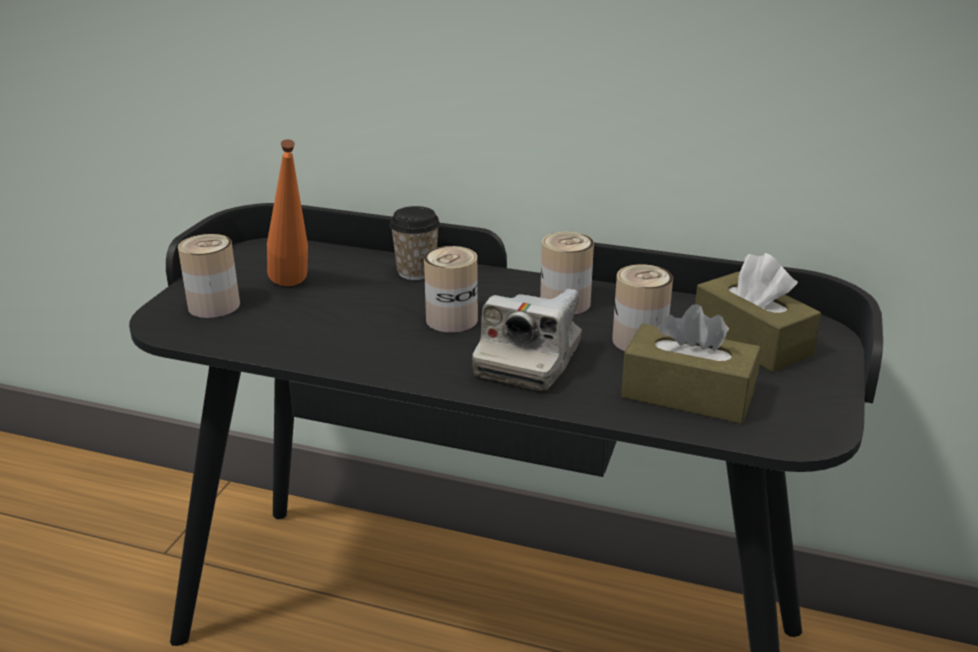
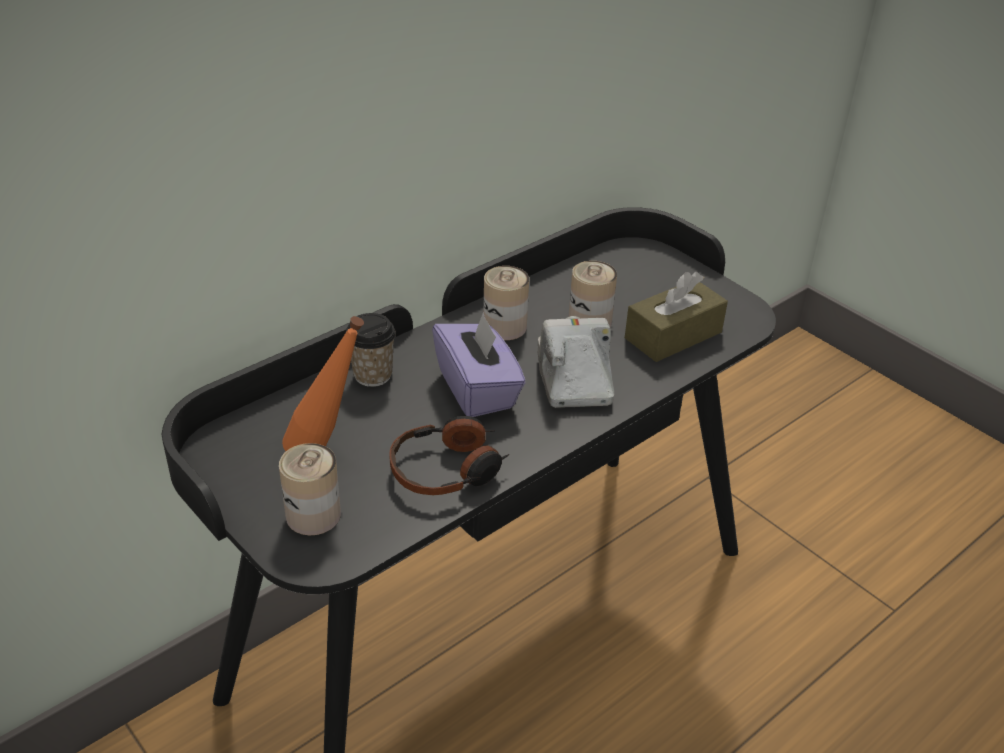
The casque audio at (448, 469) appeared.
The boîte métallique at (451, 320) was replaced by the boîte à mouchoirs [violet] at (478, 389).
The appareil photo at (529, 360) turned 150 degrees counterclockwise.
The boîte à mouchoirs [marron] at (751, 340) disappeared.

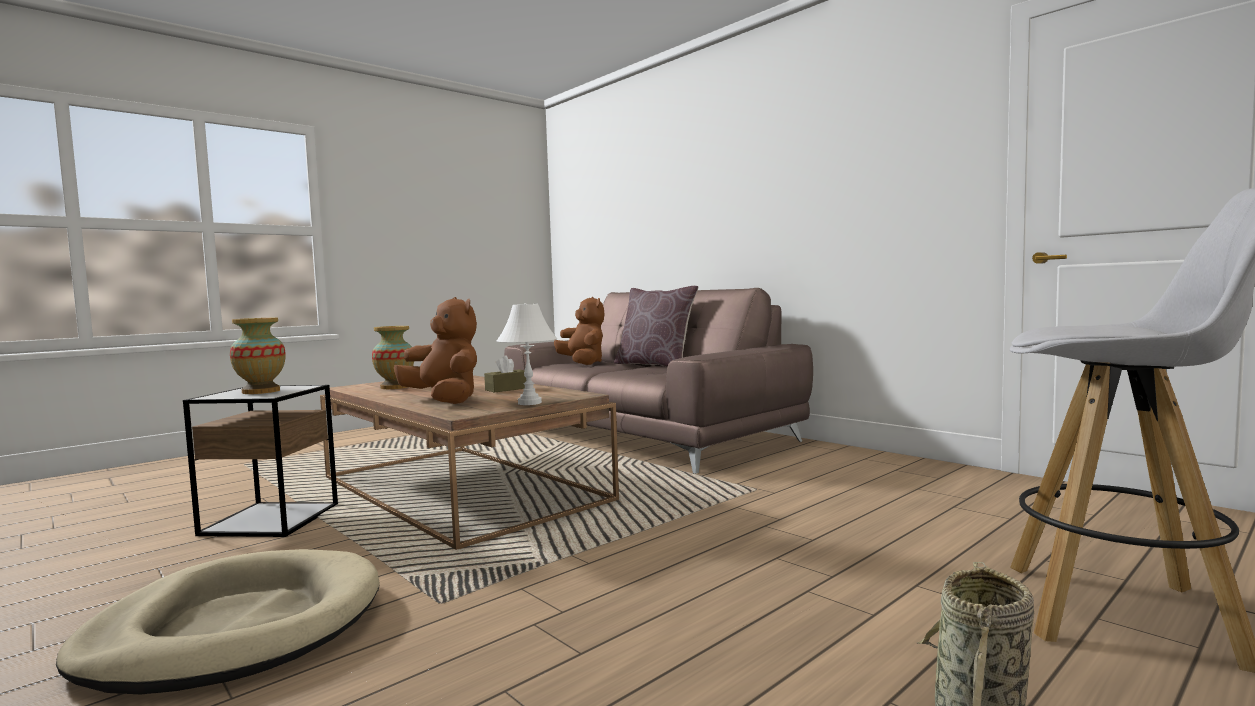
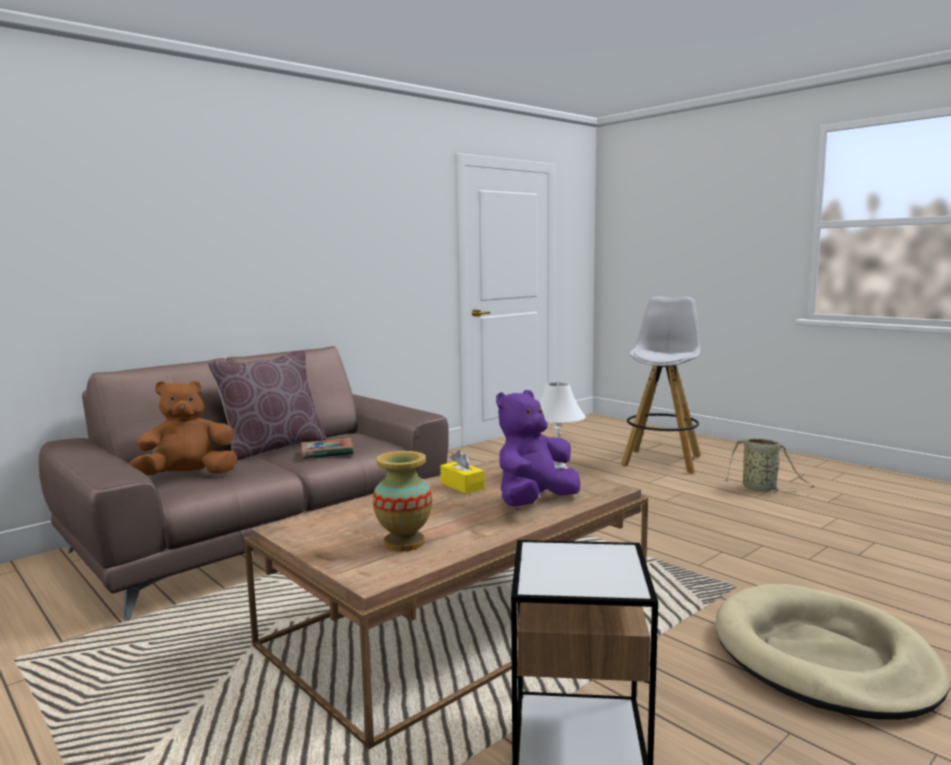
The livre at (327, 452) appeared.
The boîte à mouchoirs [marron] at (507, 389) became the boîte à mouchoirs [jaune] at (462, 486).
The peluche [marron] at (444, 400) became the peluche [violet] at (534, 502).
The vase at (261, 391) disappeared.

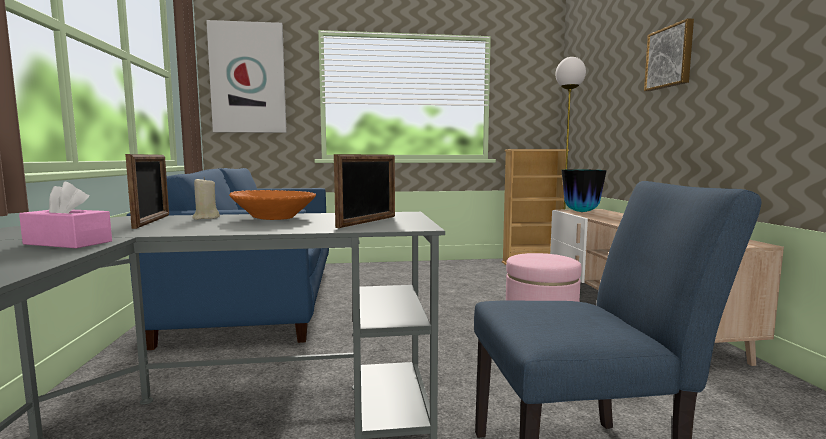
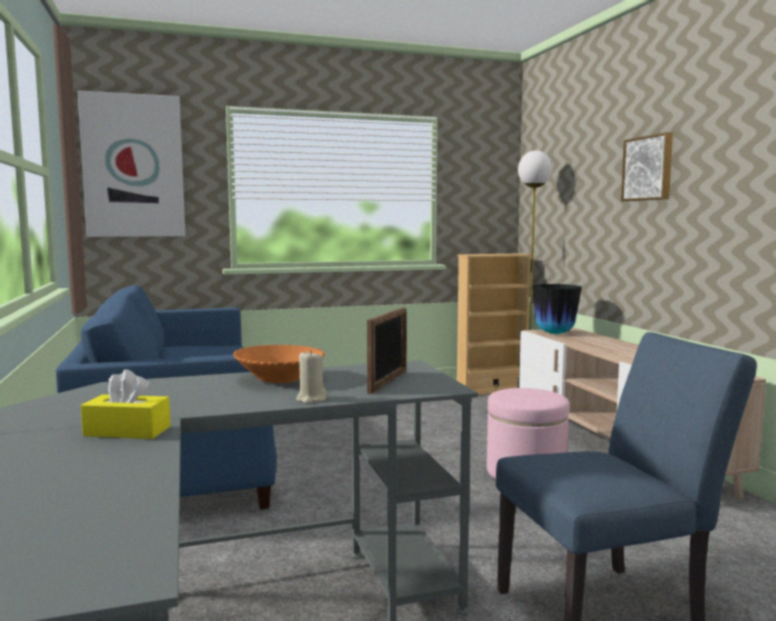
The boîte à mouchoirs [rose] at (68, 243) became the boîte à mouchoirs [jaune] at (127, 431).
The bougie [beige] moved from (206, 218) to (311, 399).
The cadre photo at (152, 221) disappeared.

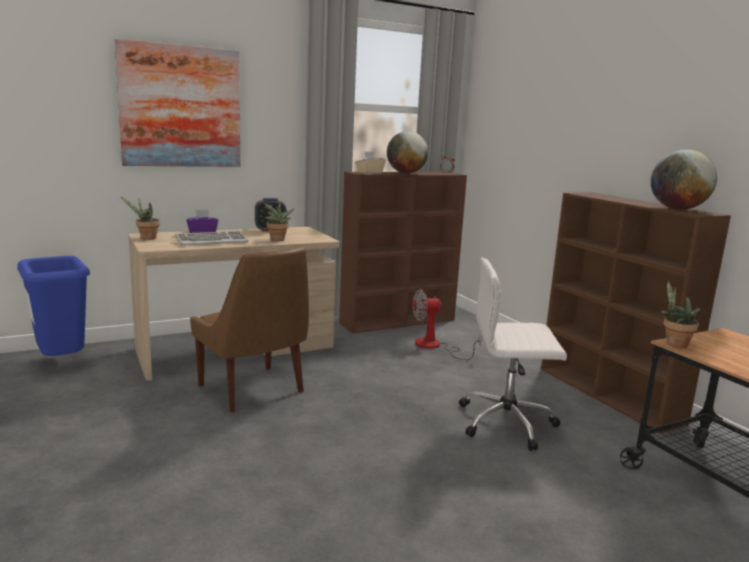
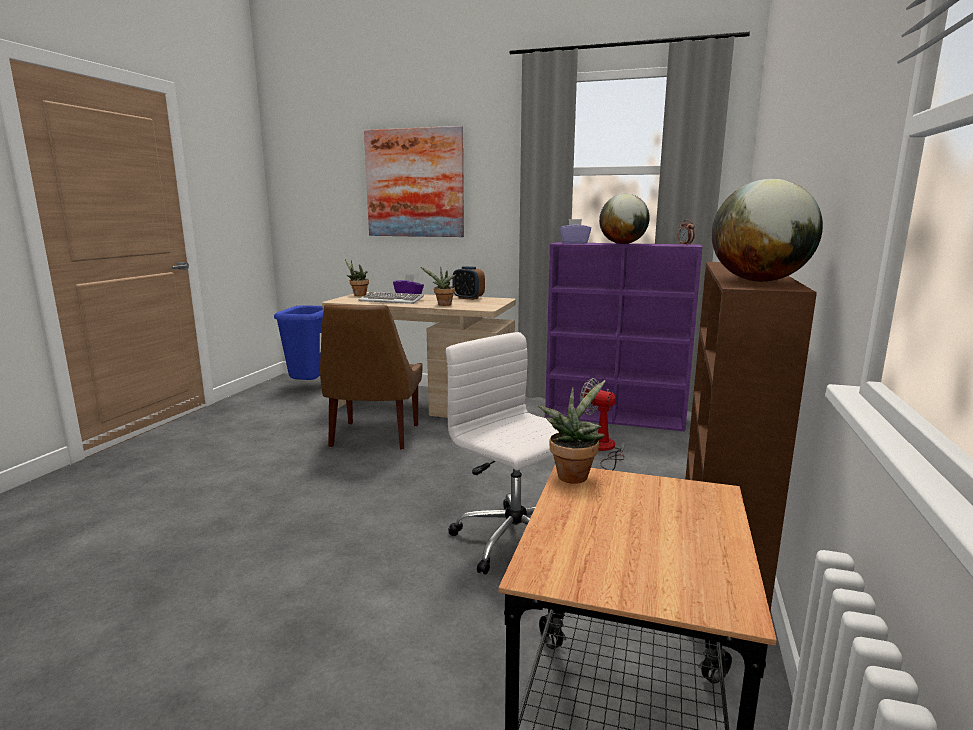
The bibliothèque [marron] at (399, 321) became the bibliothèque [violet] at (616, 418).
The boîte à mouchoirs [beige] at (369, 173) became the boîte à mouchoirs [violet] at (574, 243).

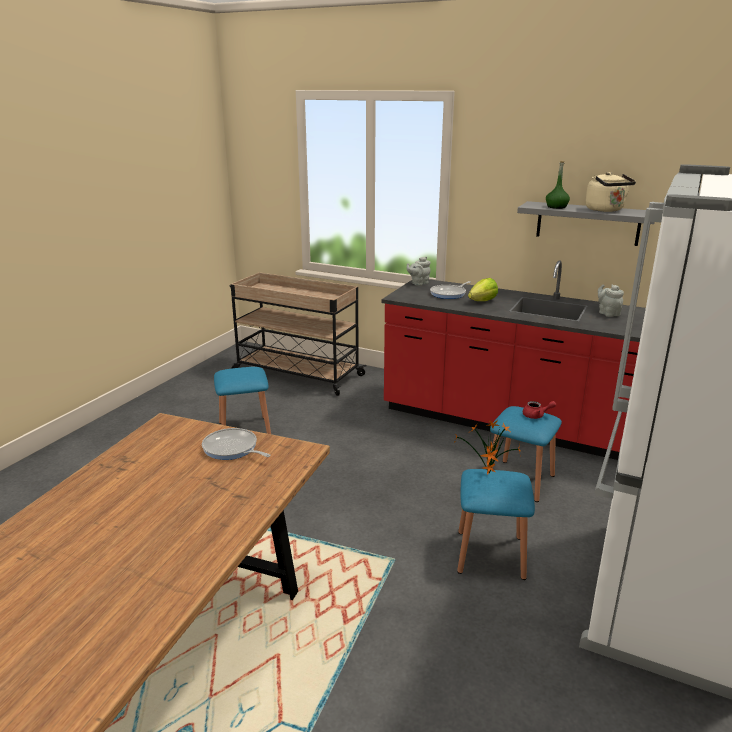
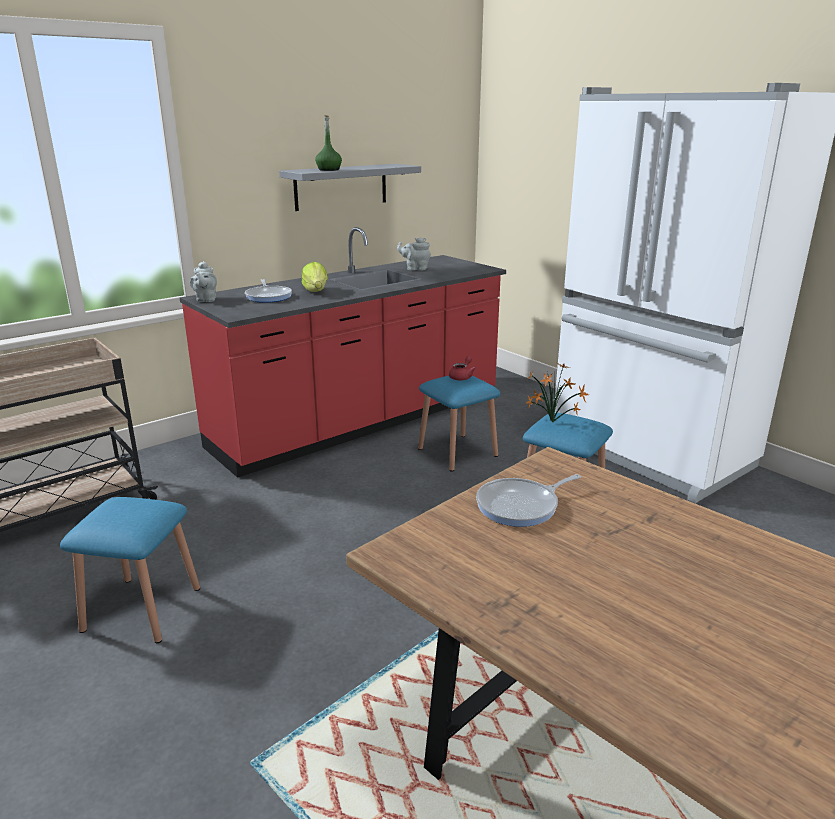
The bouilloire [beige] at (606, 210) disappeared.

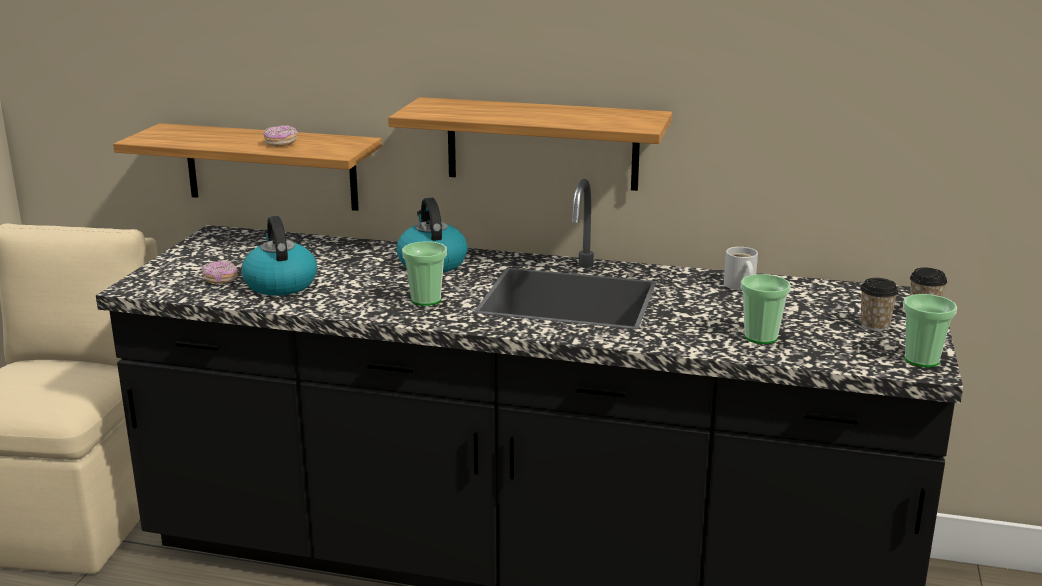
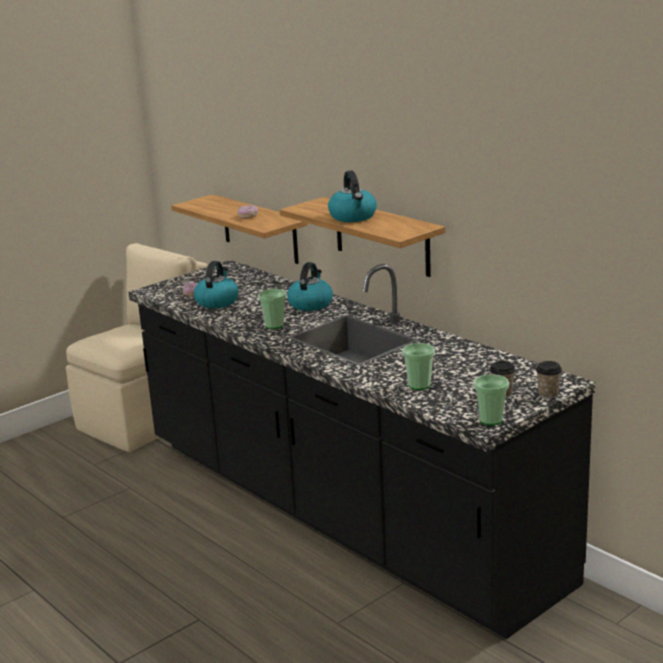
The bouilloire at (353, 217) appeared.
The mug [blanc] at (739, 286) disappeared.

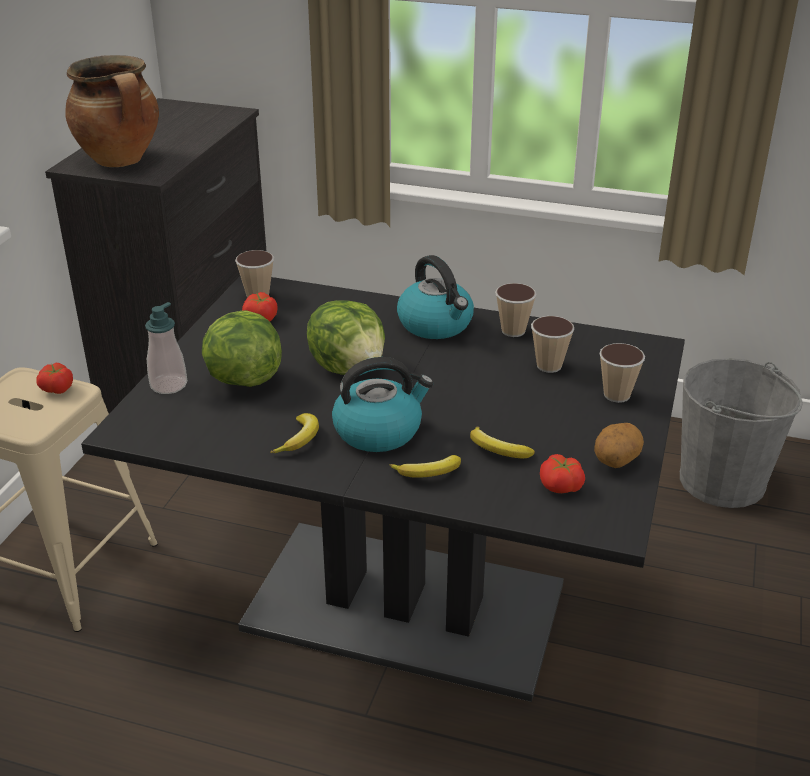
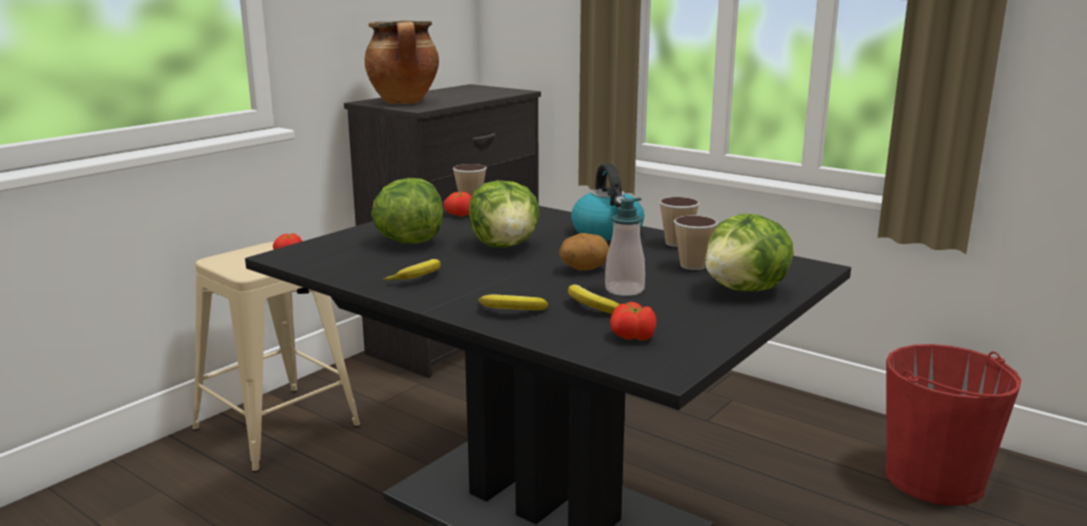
The pomme de terre moved from (615, 461) to (584, 269).
The distributeur de savon moved from (168, 385) to (624, 290).
The tasse at (616, 395) was replaced by the laitue at (746, 290).
The seau [gris] at (723, 481) became the seau [rouge] at (935, 479).
The bouilloire at (379, 431) disappeared.

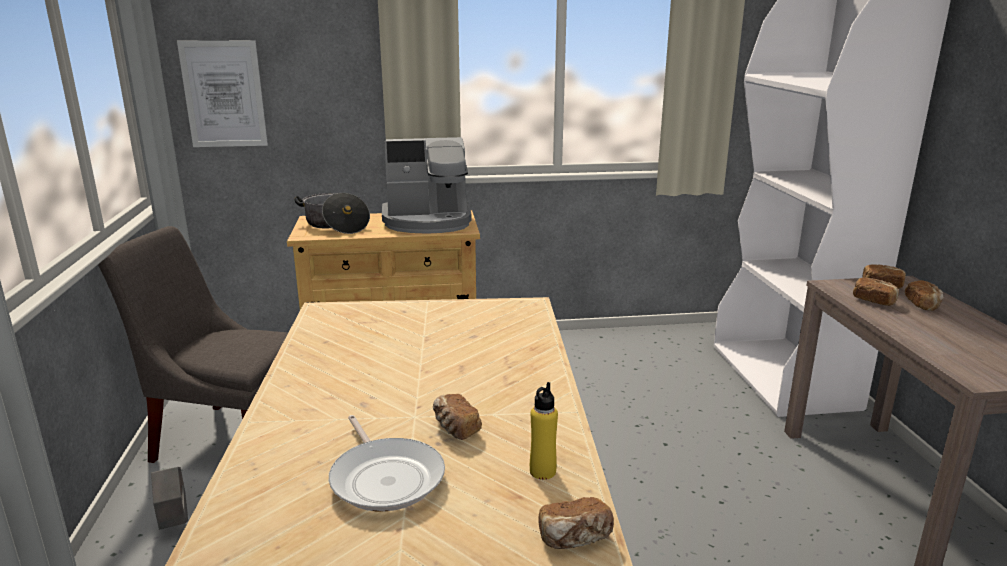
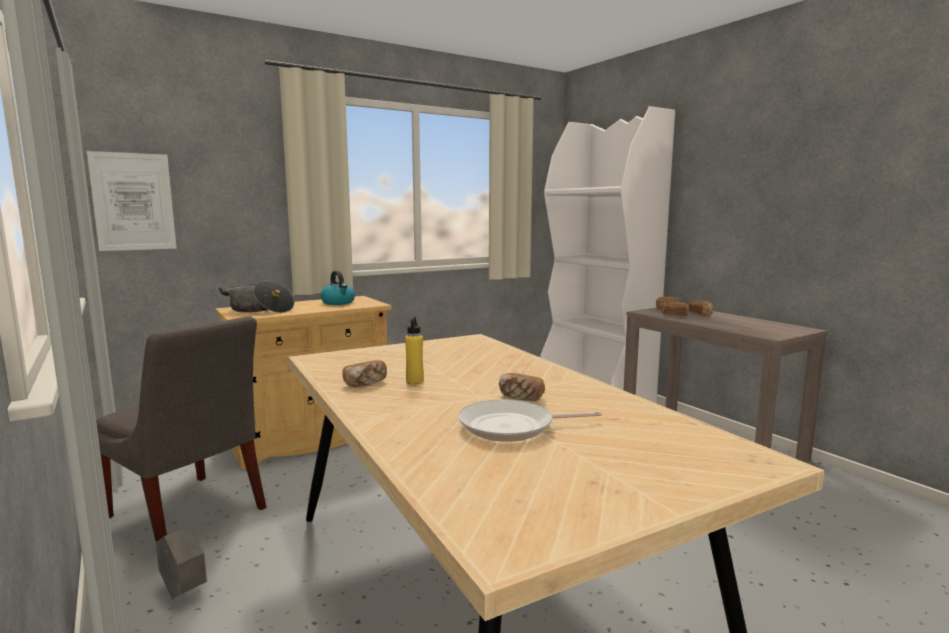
The chaise [gris] at (229, 439) turned 135 degrees counterclockwise.
The machine à café at (428, 221) was replaced by the bouilloire at (338, 302).
The pain moved from (575, 538) to (365, 383).
The bouteille [jaune] moved from (542, 471) to (414, 381).
The poêle at (386, 477) turned 135 degrees clockwise.

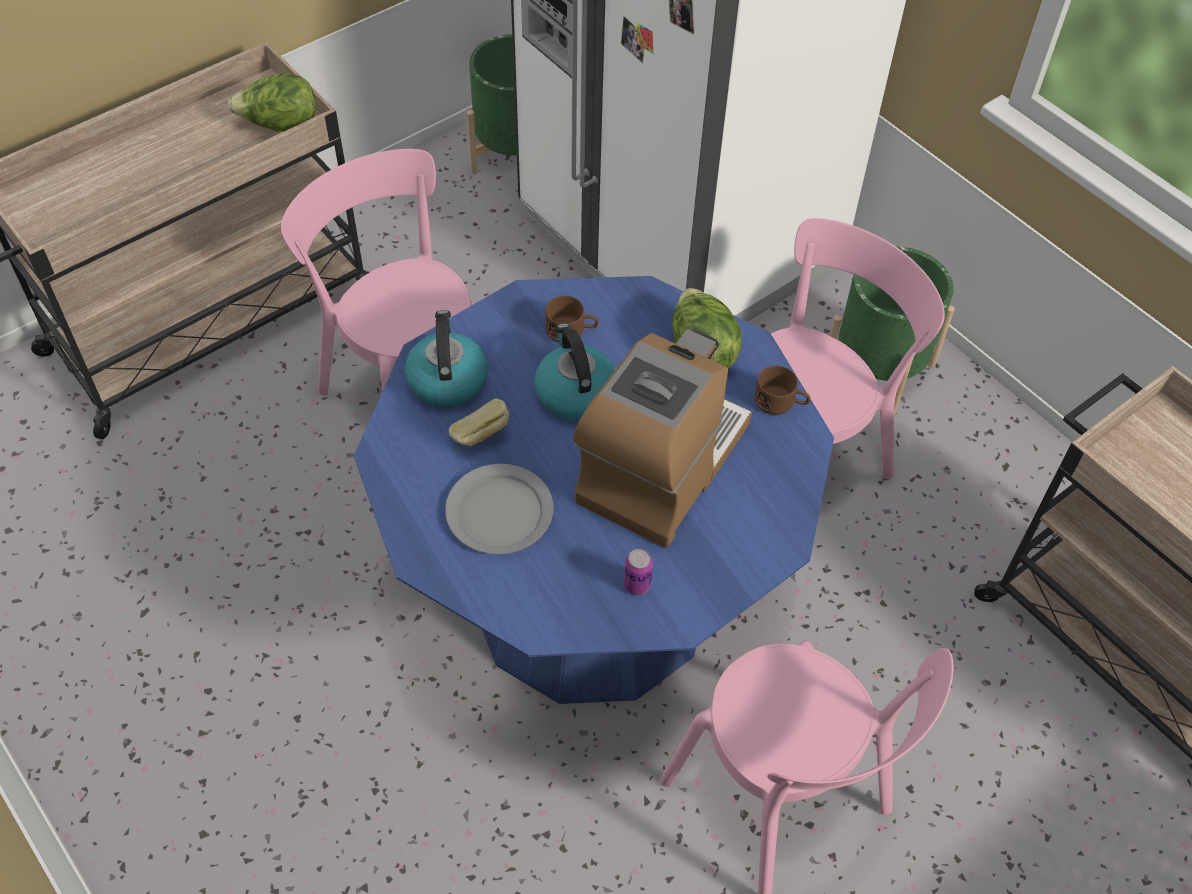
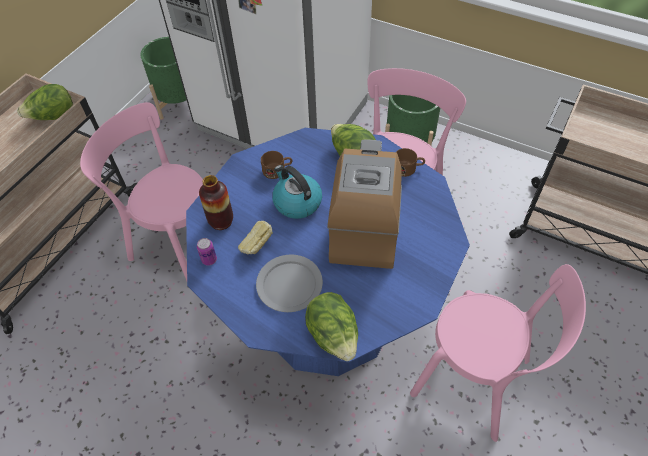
The boîte métallique moved from (637, 585) to (209, 260).
The bouilloire at (447, 379) was replaced by the vase at (221, 221).
The laitue at (333, 336) appeared.

